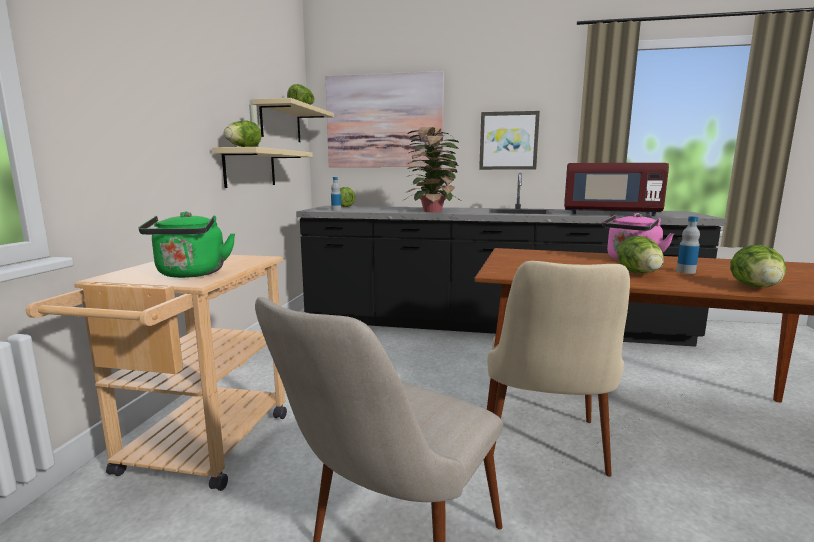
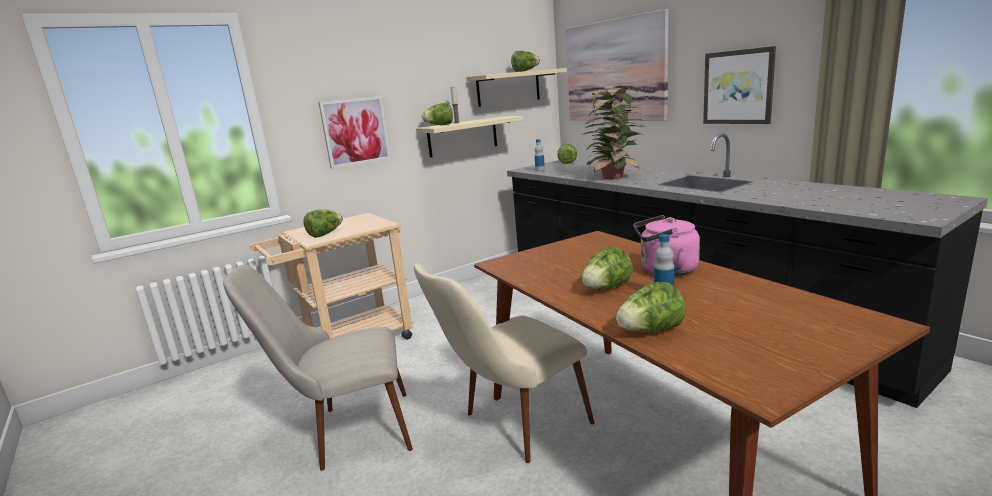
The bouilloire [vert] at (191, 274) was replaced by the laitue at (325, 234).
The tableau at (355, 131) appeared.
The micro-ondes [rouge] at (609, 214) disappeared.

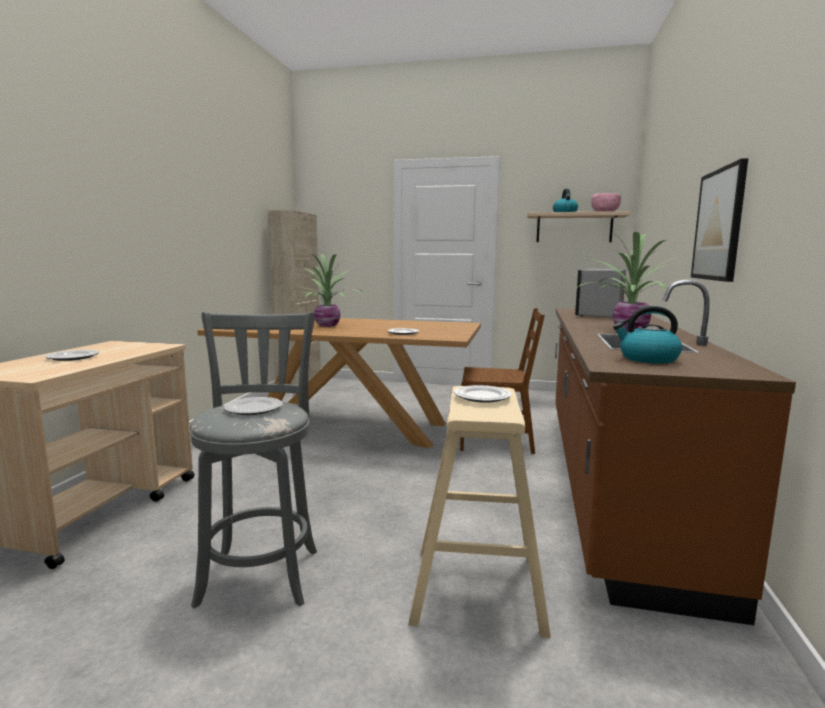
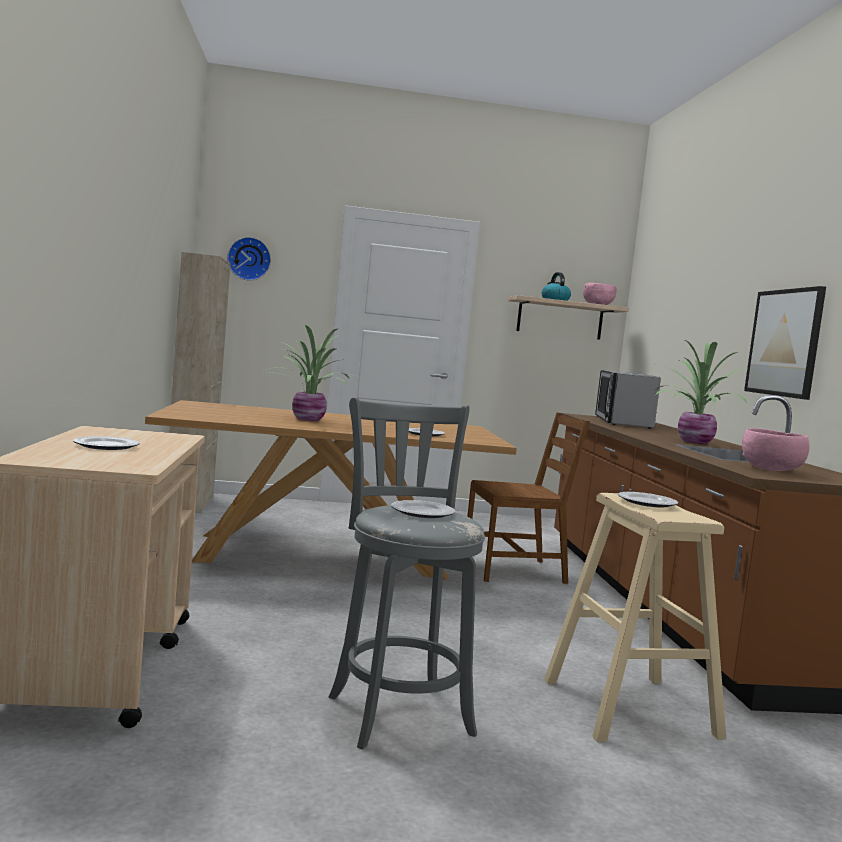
The horloge murale at (249, 259) appeared.
The bouilloire at (647, 359) was replaced by the bol [rose] at (772, 469).

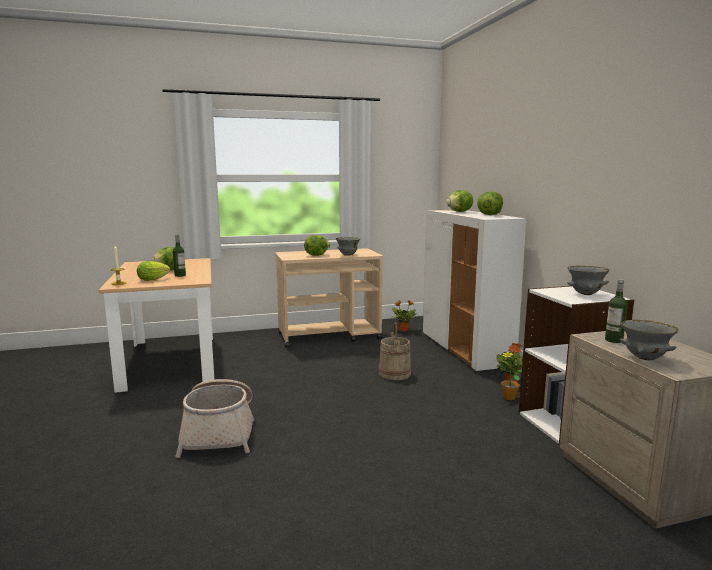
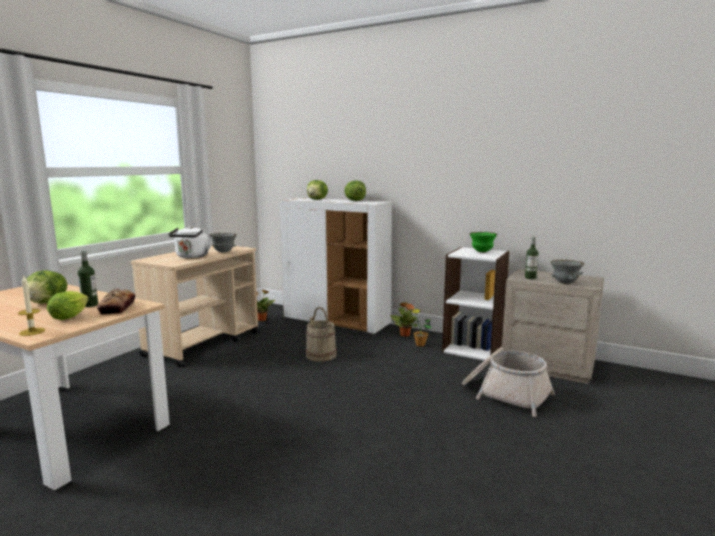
The pain at (117, 307) appeared.
The laitue at (316, 255) was replaced by the bouilloire [blanc] at (191, 257).
The panier moved from (220, 432) to (505, 393).
The bol [gris] at (586, 294) became the bol [vert] at (482, 252).

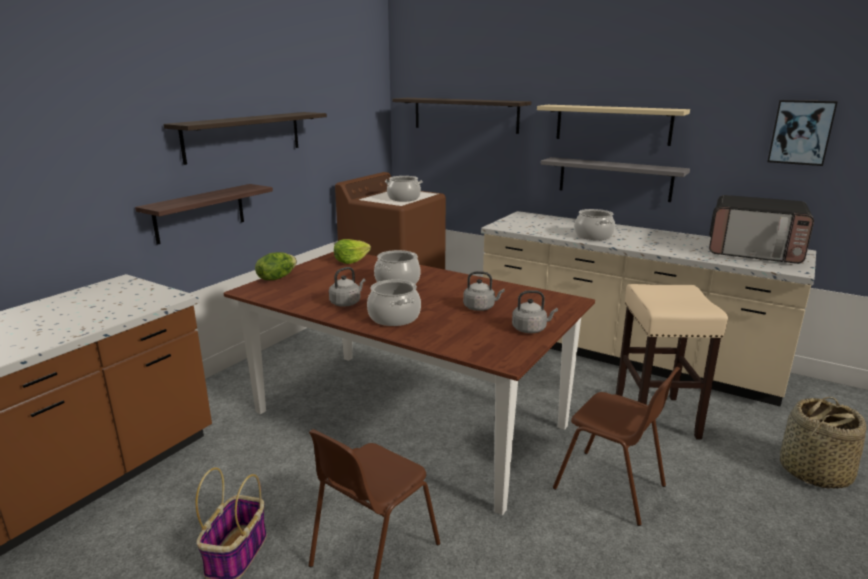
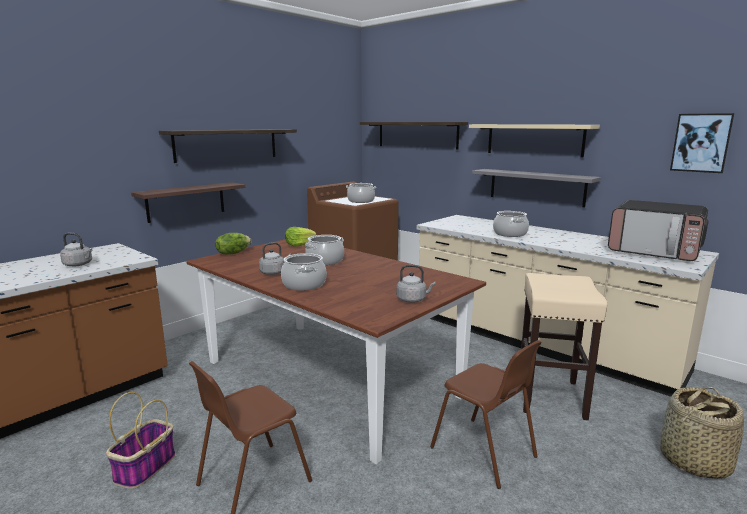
The bouilloire [gris] moved from (480, 307) to (79, 264).

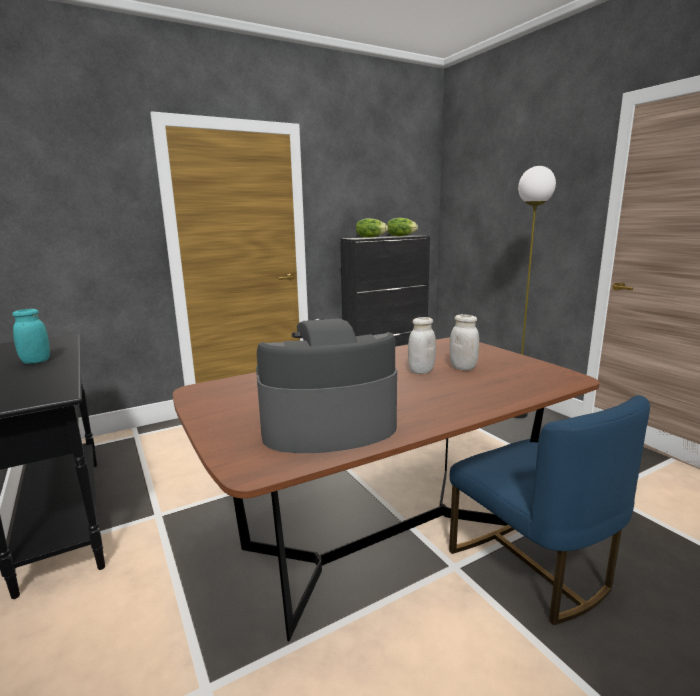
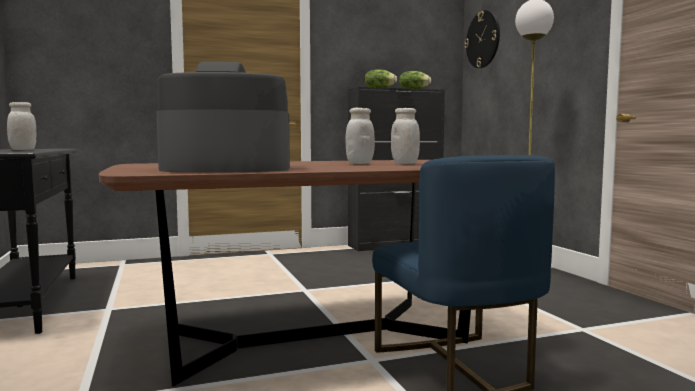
The bocal [turquoise] at (36, 361) became the bocal [blanc] at (23, 150).
The horloge murale at (483, 39) appeared.

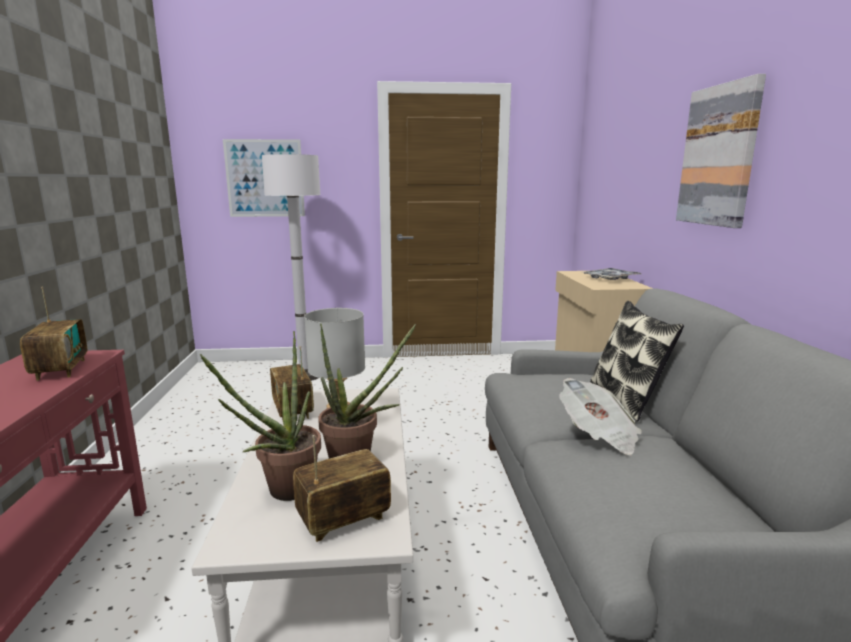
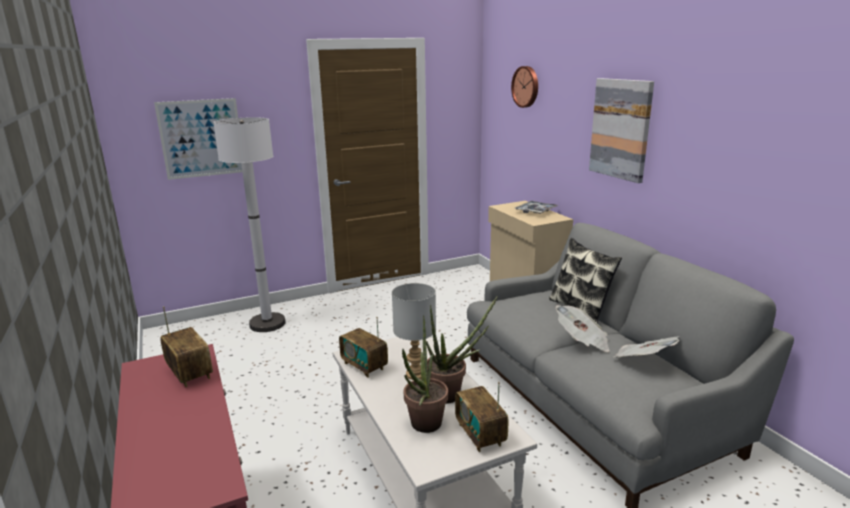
The radio at (344, 520) turned 60 degrees counterclockwise.
The horloge murale at (526, 86) appeared.
The journal at (642, 361) appeared.

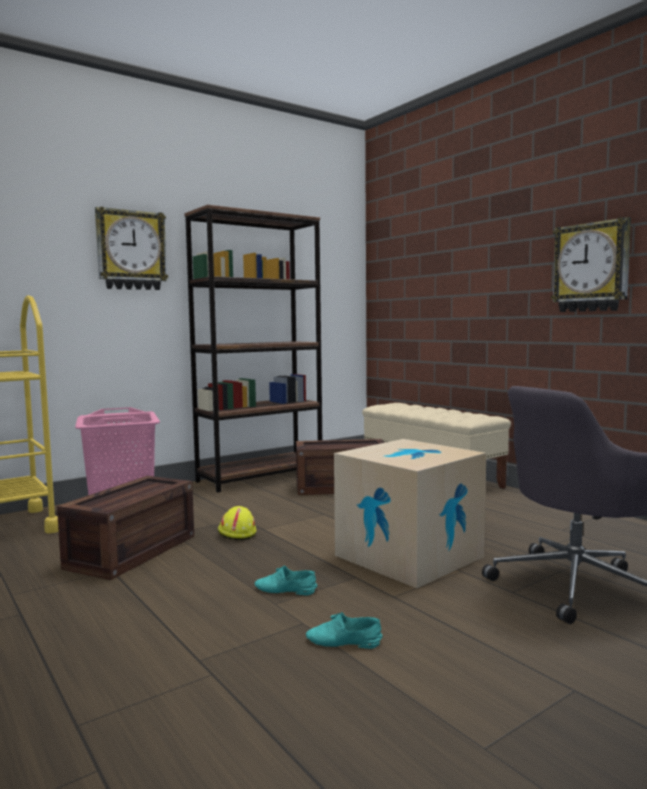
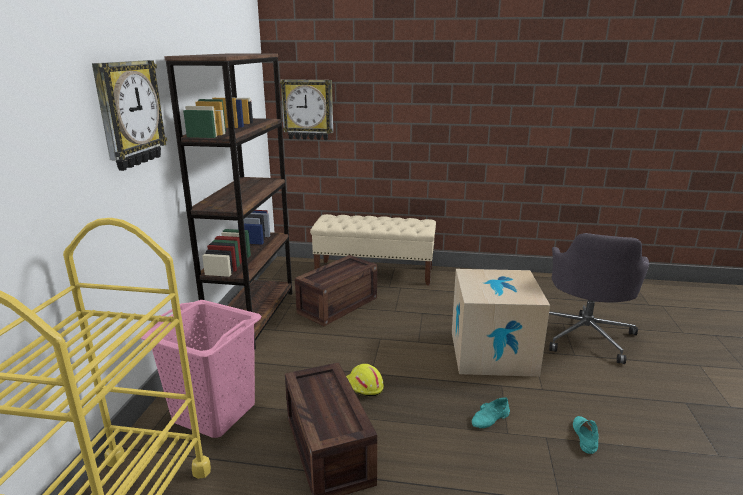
The horloge murale moved from (591, 267) to (308, 109).
The chaussure [turquoise] at (343, 642) turned 135 degrees clockwise.

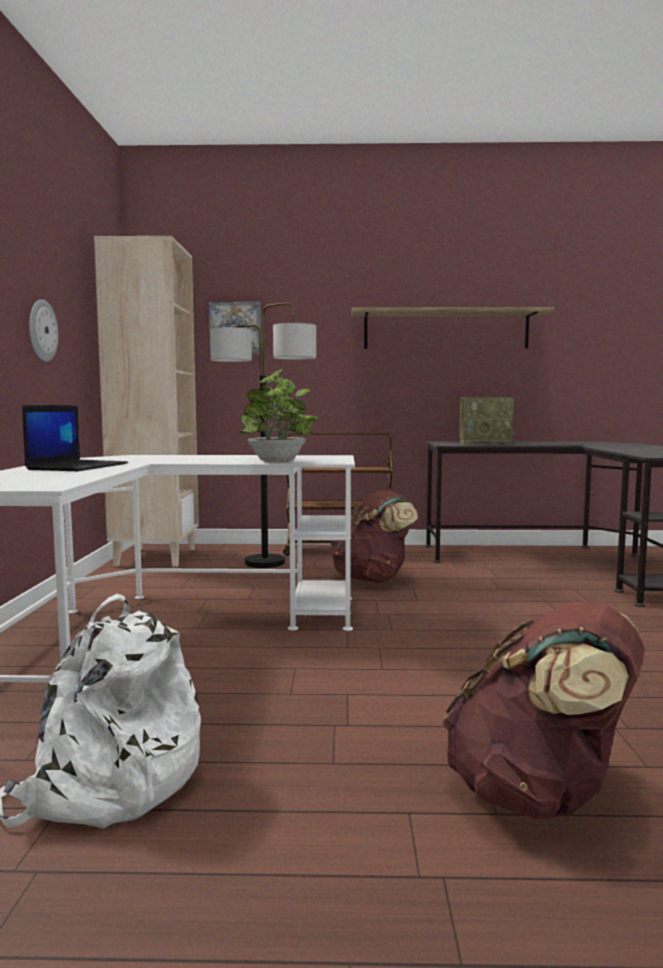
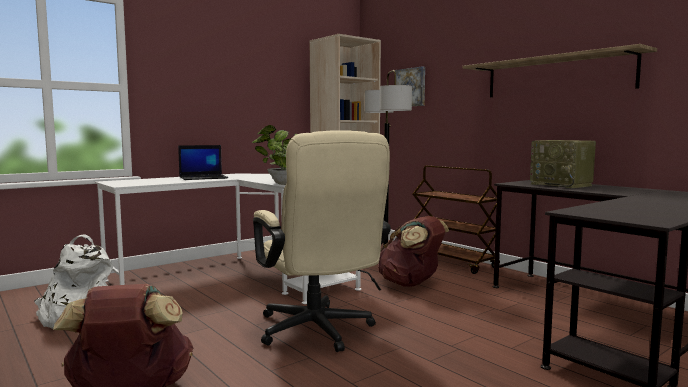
The chaise de bureau [beige] at (319, 332) appeared.
The horloge murale at (42, 330) disappeared.

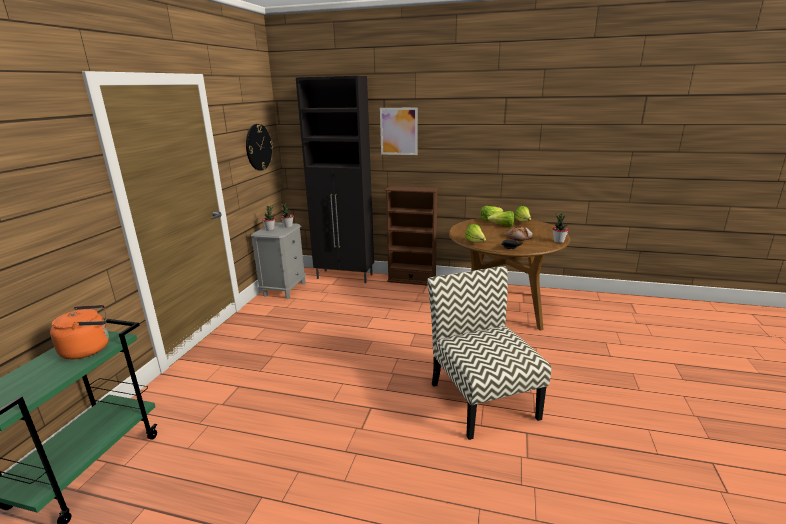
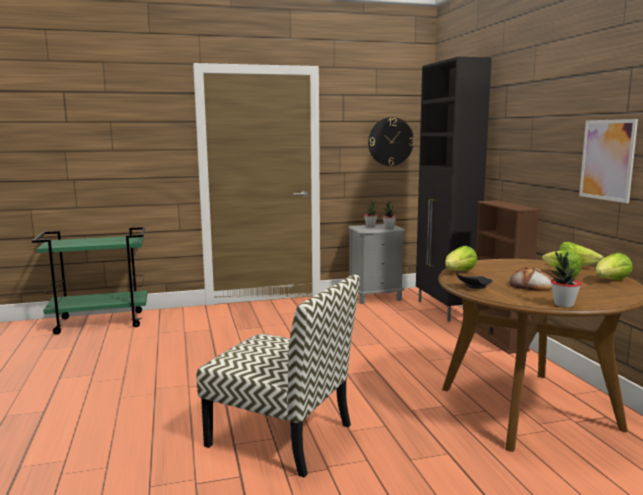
The chaise at (482, 399) turned 75 degrees clockwise.
The tableau moved from (399, 131) to (607, 160).
The bouilloire [orange] at (89, 349) disappeared.

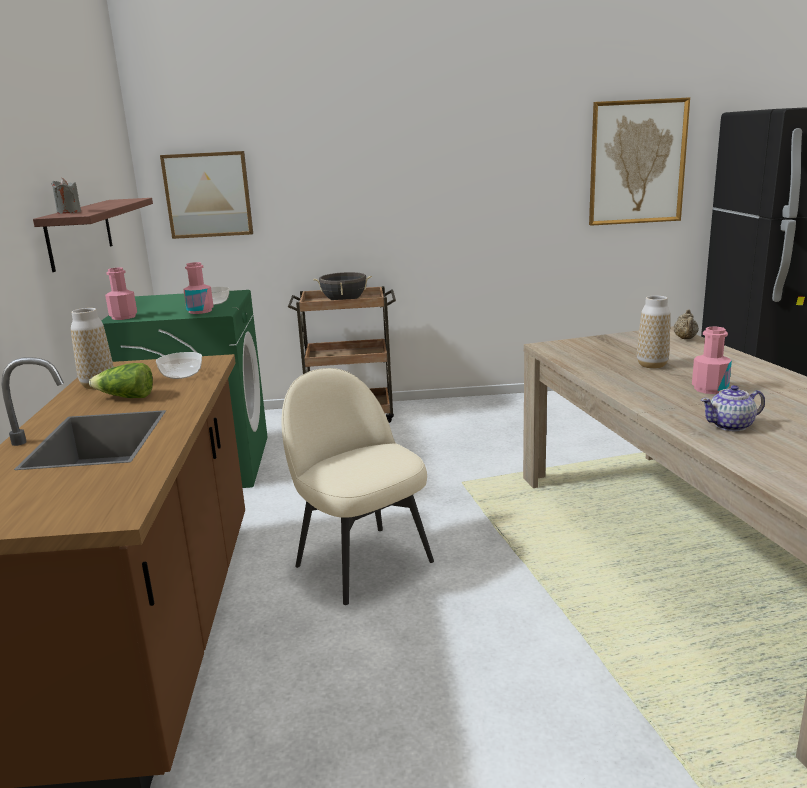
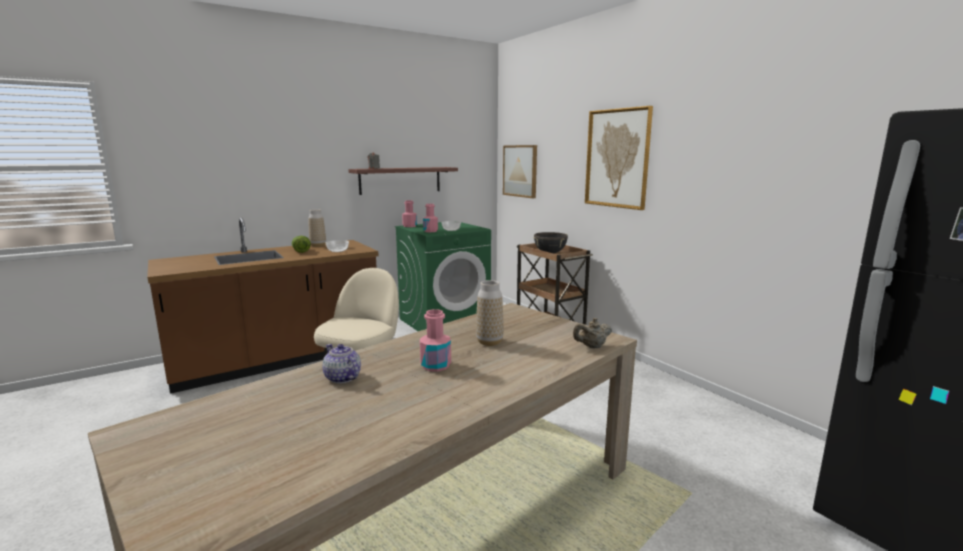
The tableau moved from (637, 162) to (617, 158).

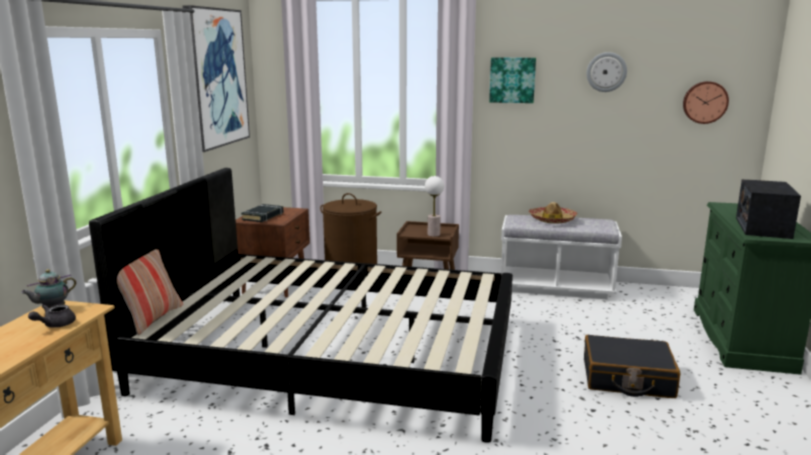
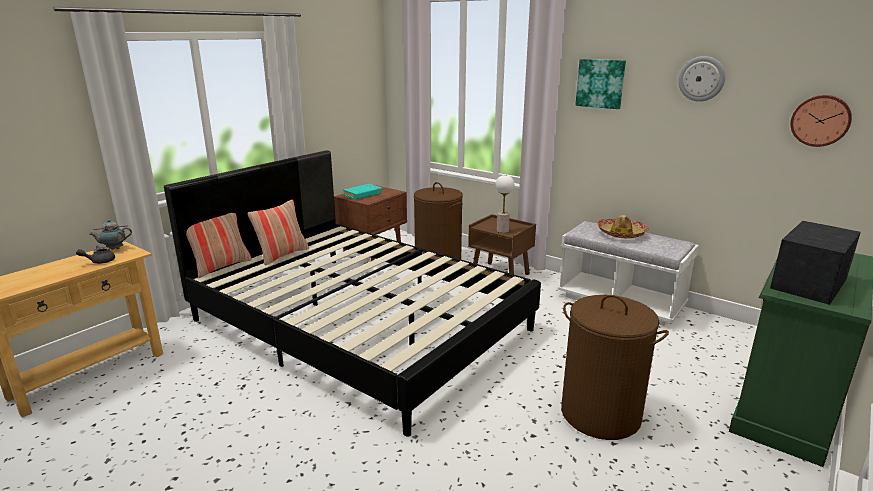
The coussin at (282, 255) appeared.
The livre [noir] at (263, 216) became the livre [turquoise] at (363, 194).
The valise [noir] at (627, 379) was replaced by the panier à linge [marron] at (600, 414).
The tableau at (215, 78) disappeared.

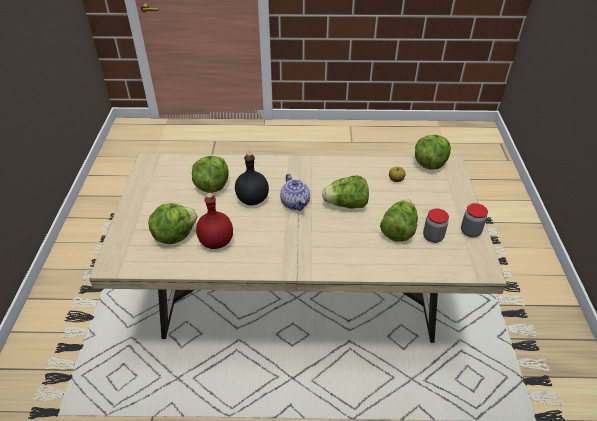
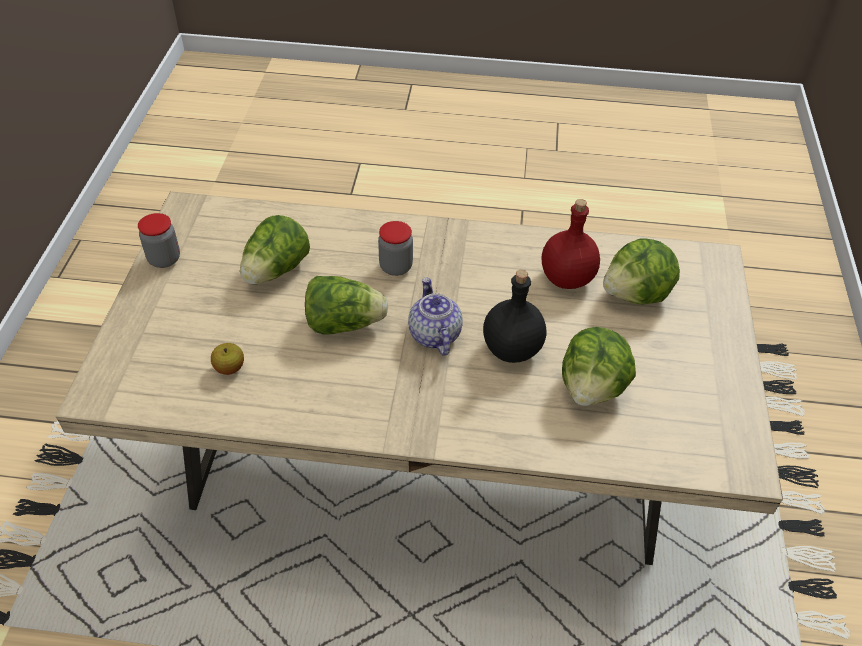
The bocal moved from (433, 237) to (396, 267).
The laitue at (430, 163) disappeared.

